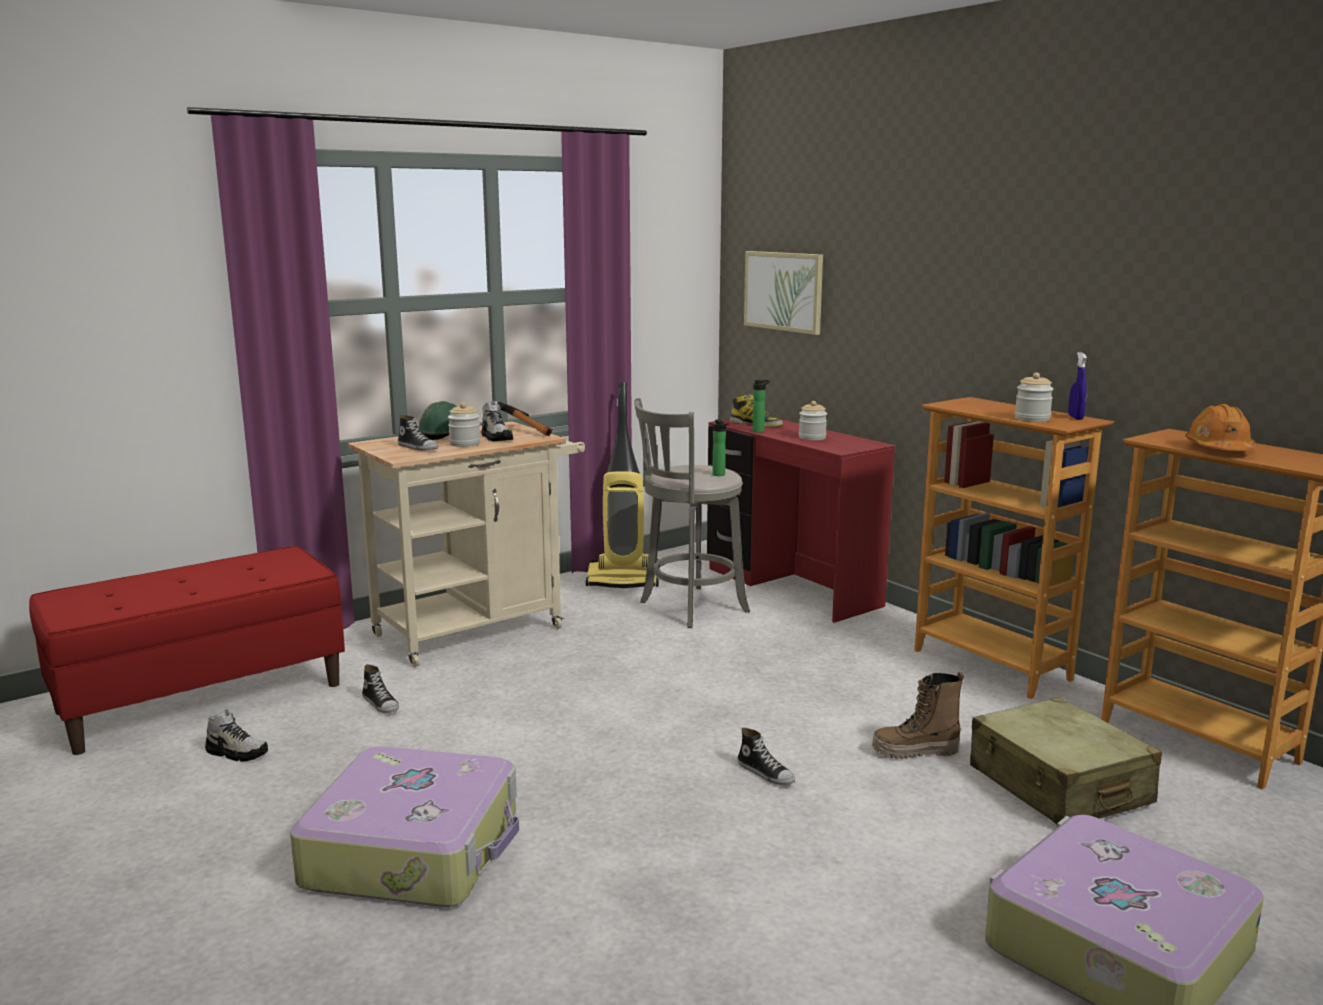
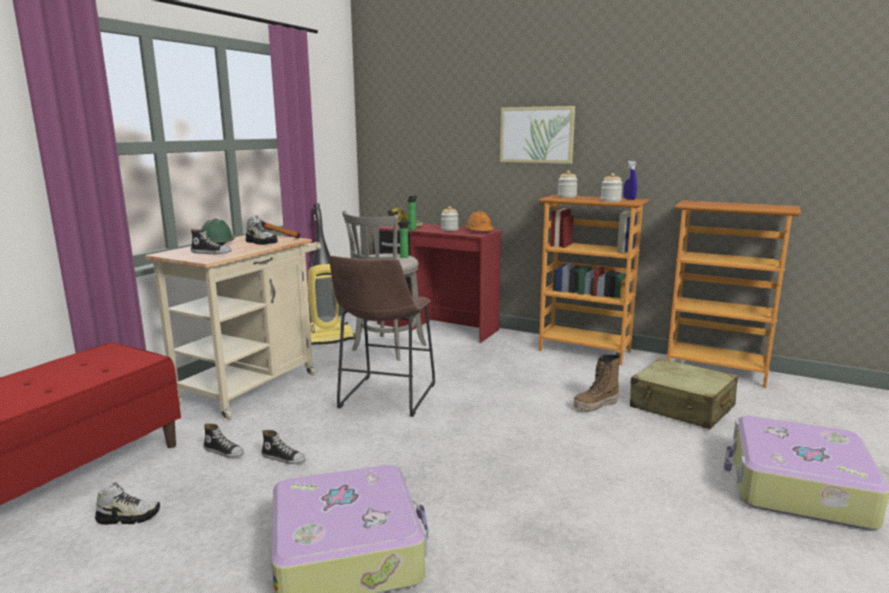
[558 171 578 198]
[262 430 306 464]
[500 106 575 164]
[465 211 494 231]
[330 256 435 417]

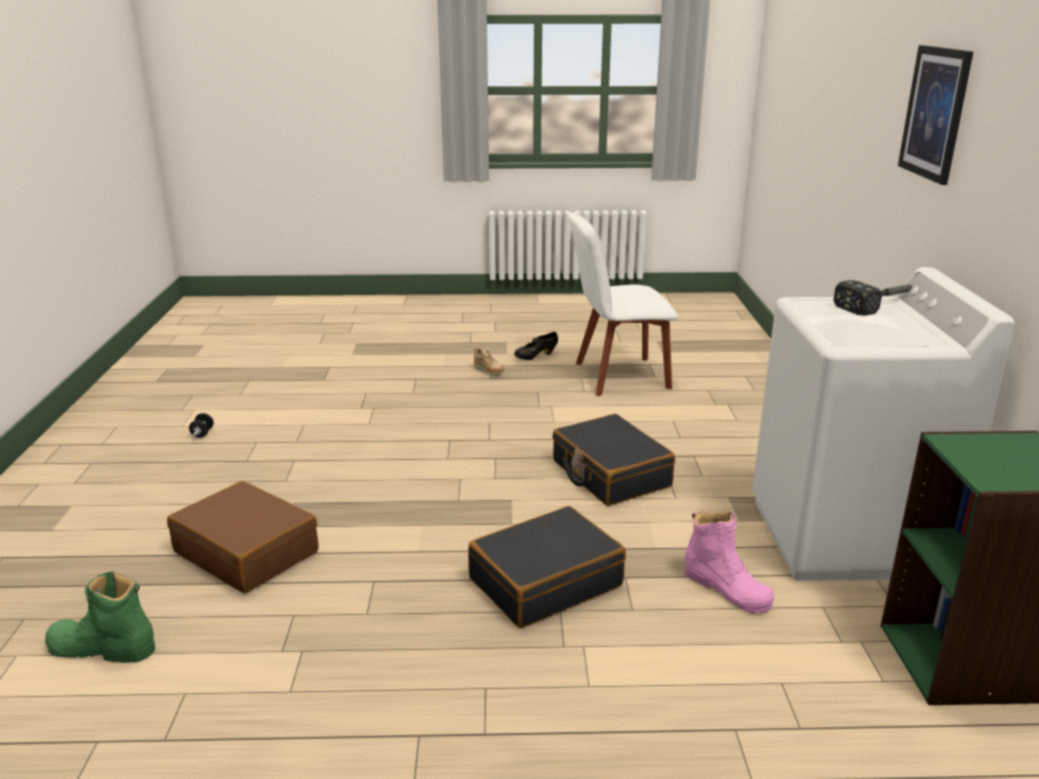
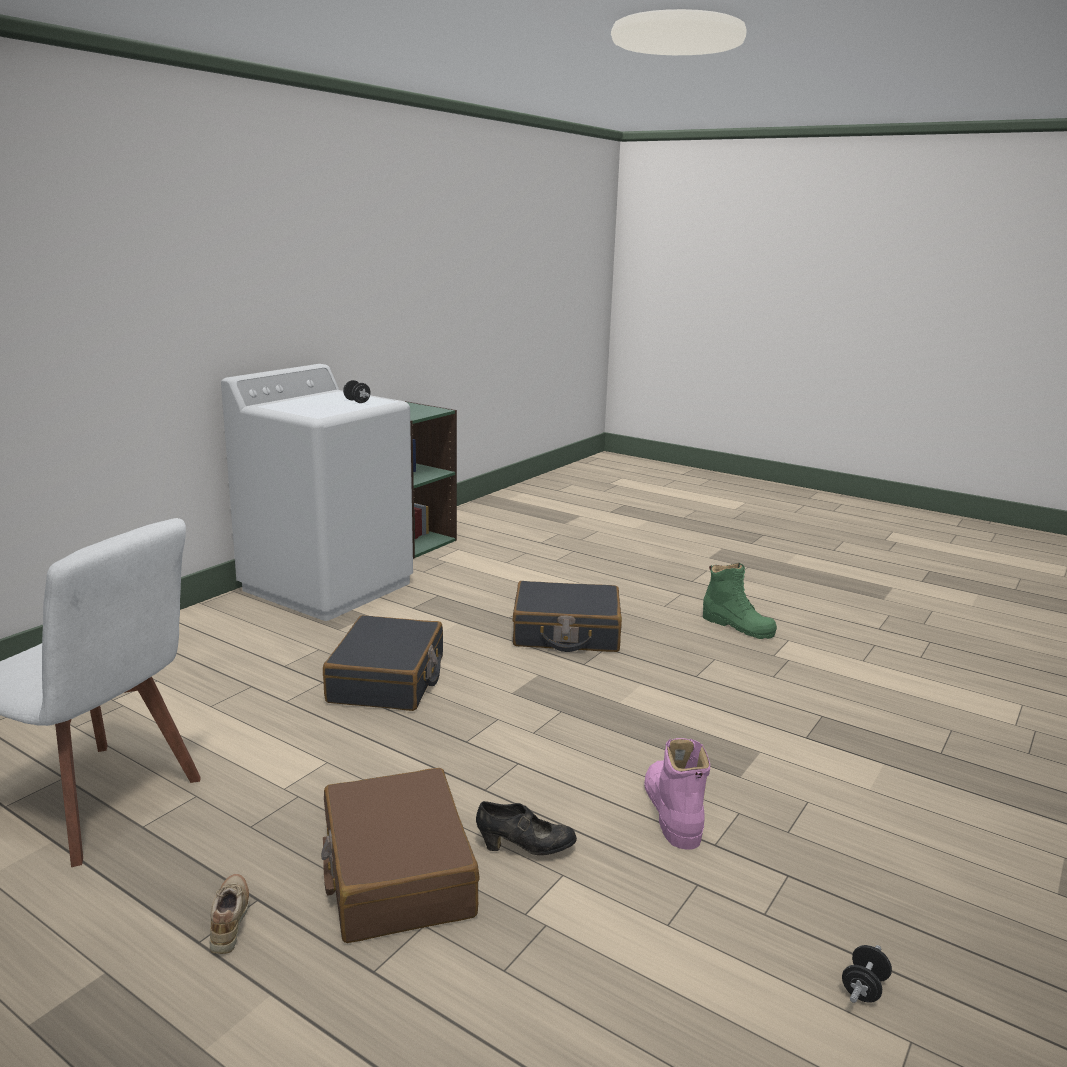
[703 563 777 639]
[321 768 479 943]
[476 801 577 855]
[644 738 710 850]
[834 280 912 316] (first image)
[898 45 973 185] (first image)
[343 380 371 403]

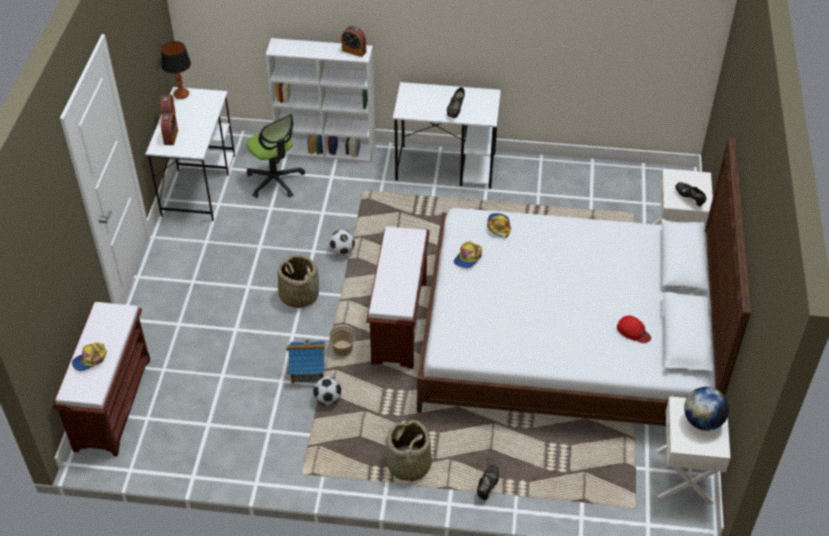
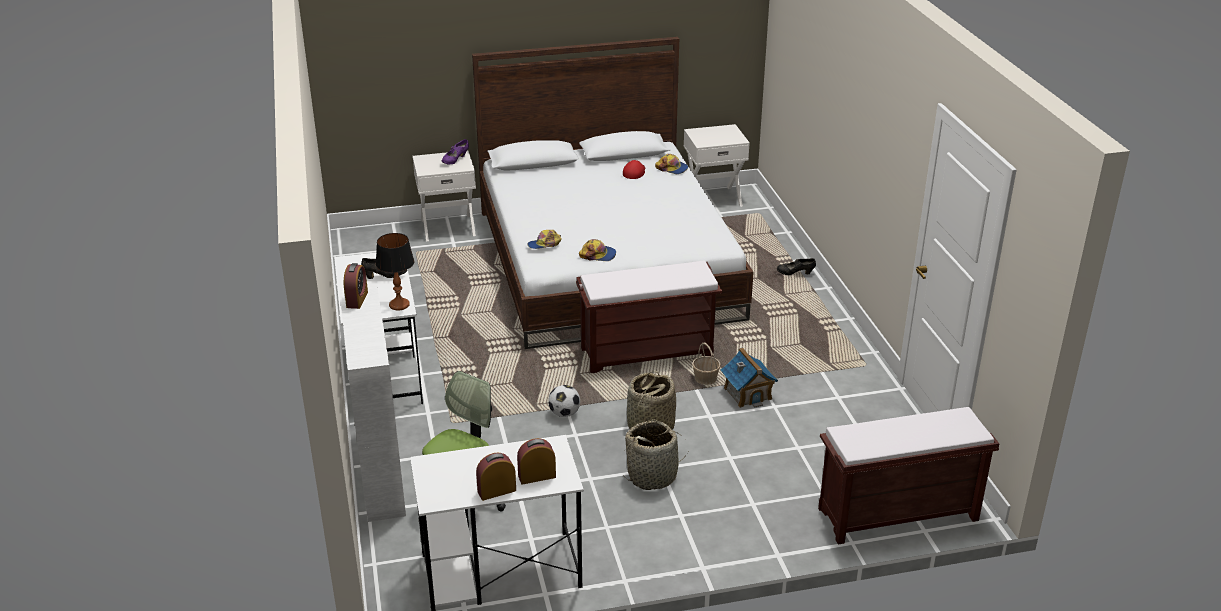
[655 154 688 174]
[375 233 414 310]
[313 377 342 405] (first image)
[623 419 688 490]
[442 139 469 164]
[684 387 729 431] (first image)

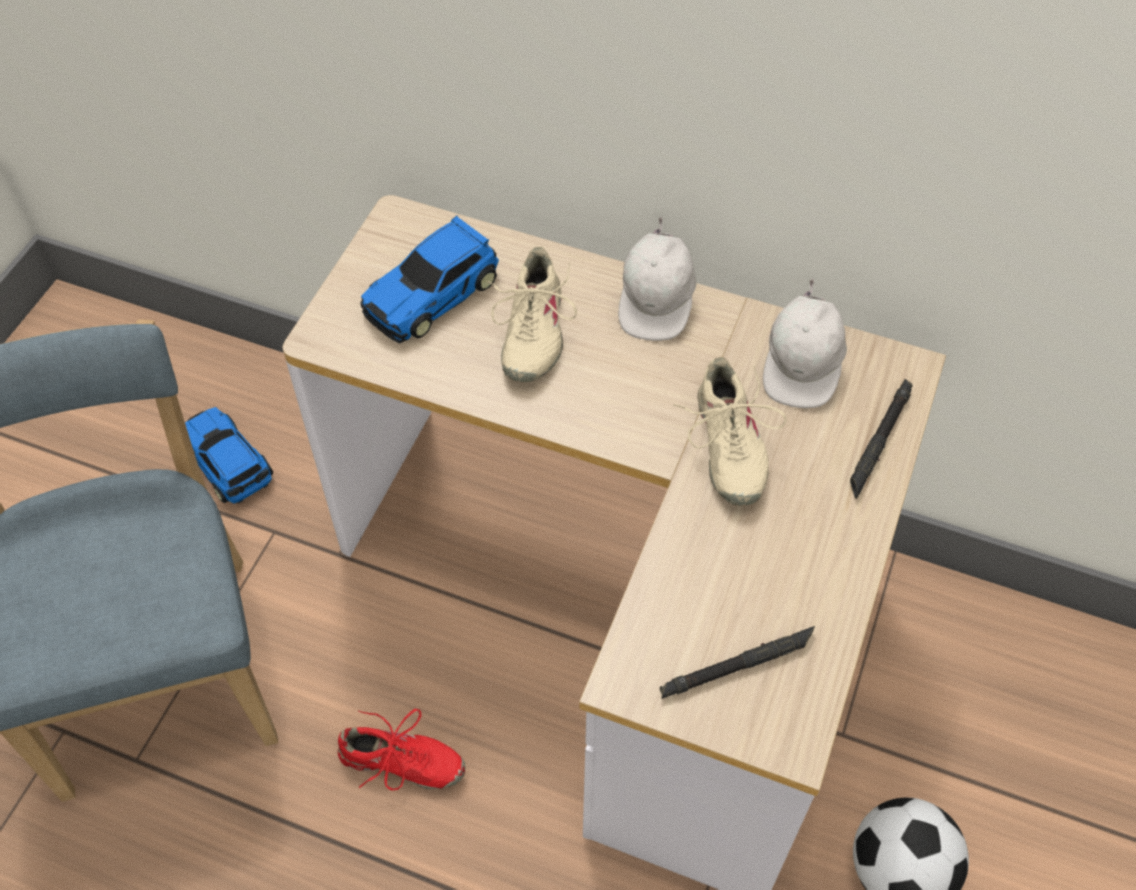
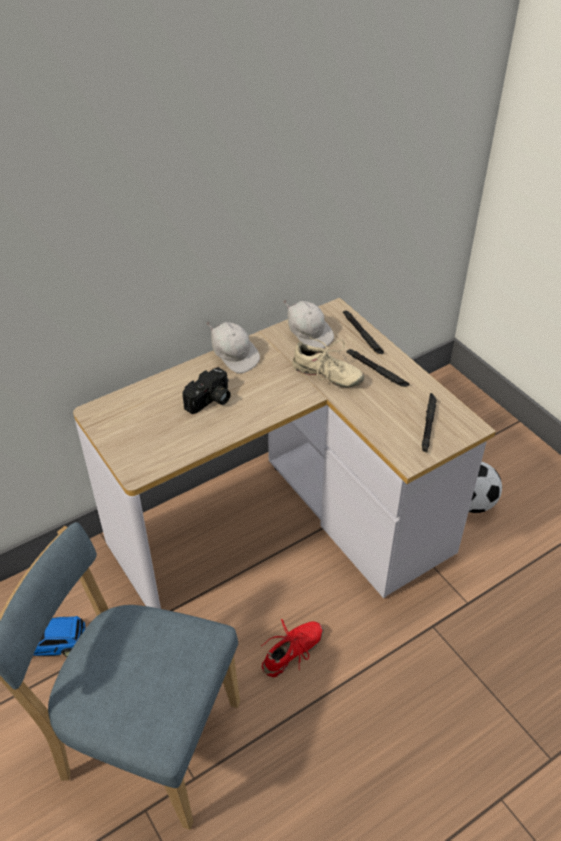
[360 216 499 344] (first image)
[182 367 231 414]
[346 349 409 387]

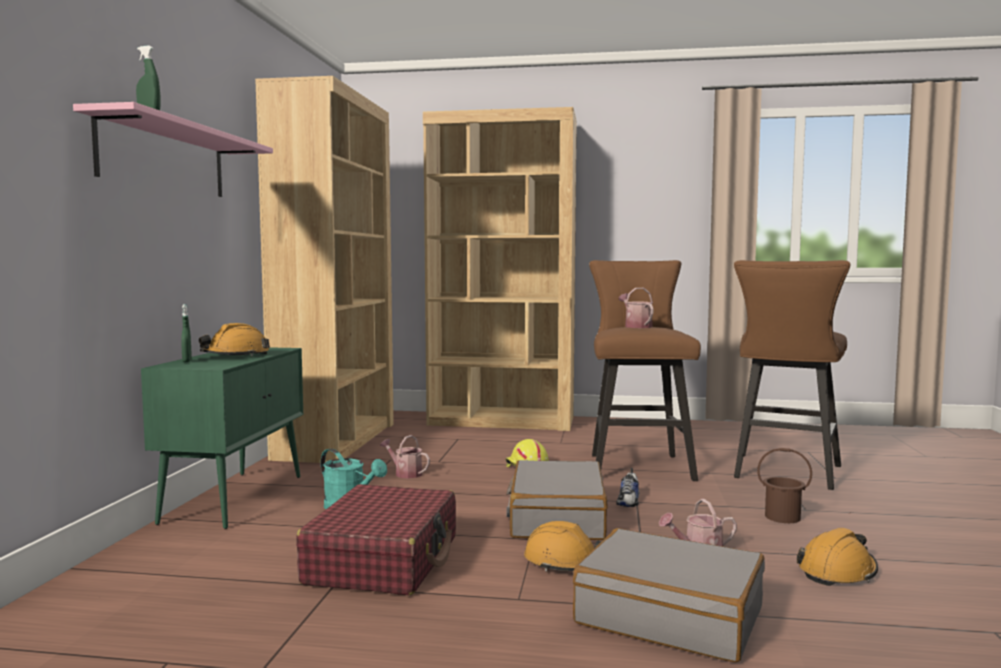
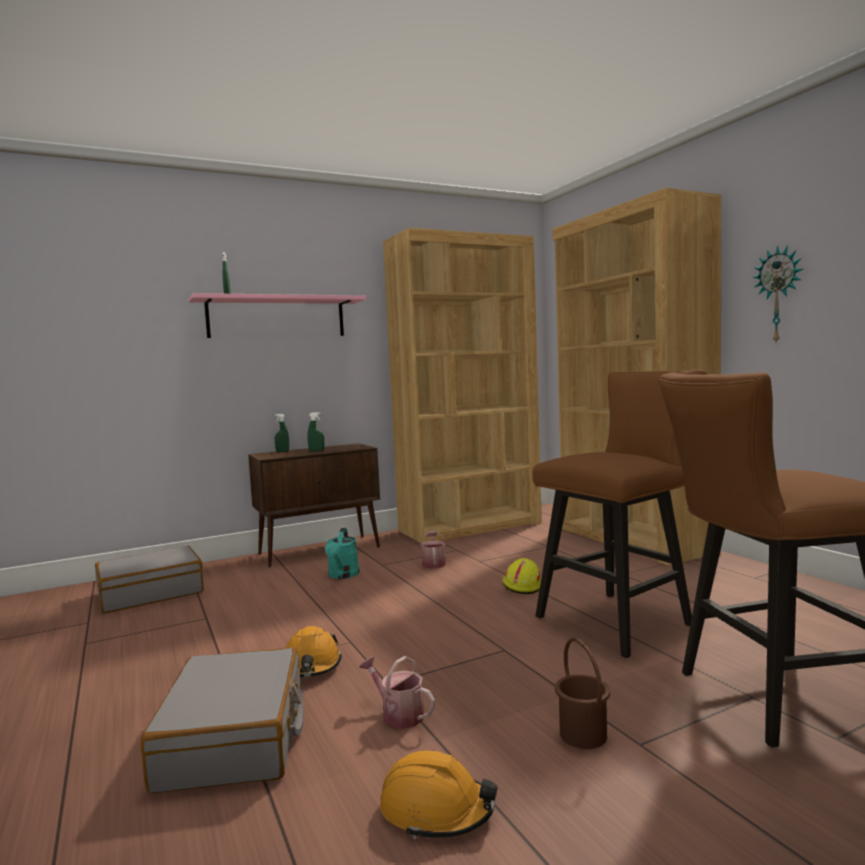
[248 443 380 567]
[307 412 324 451]
[296 484 456 595] (first image)
[95 546 203 614]
[616 468 639 507] (first image)
[619 288 654 328] (first image)
[752 245 803 345]

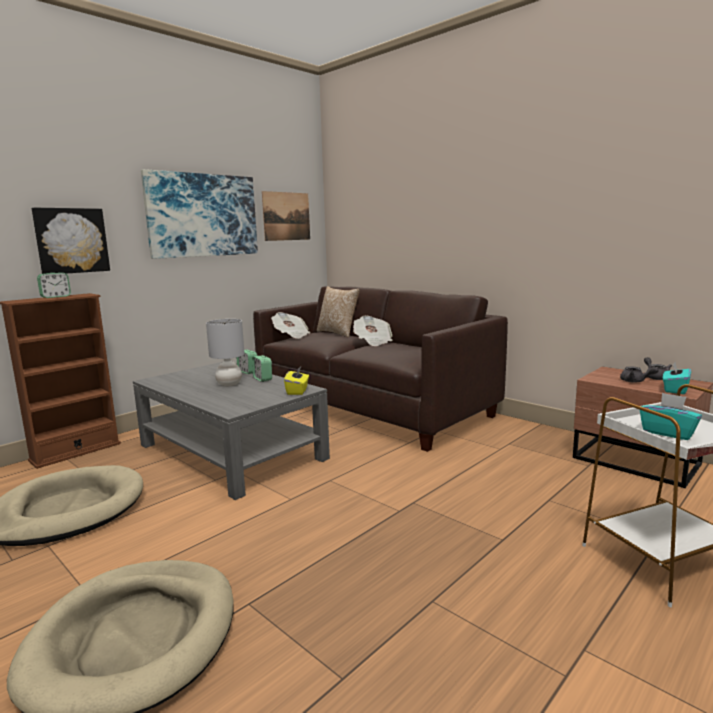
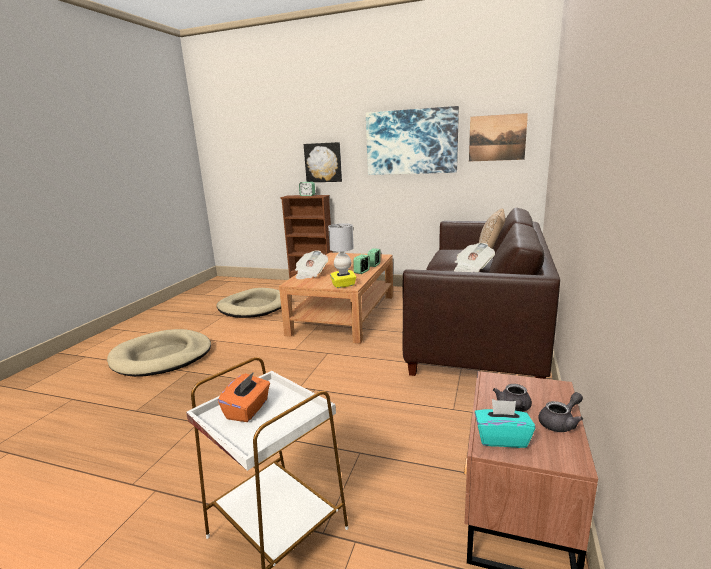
[279 253 393 344]
[295 250 328 279]
[218 372 270 422]

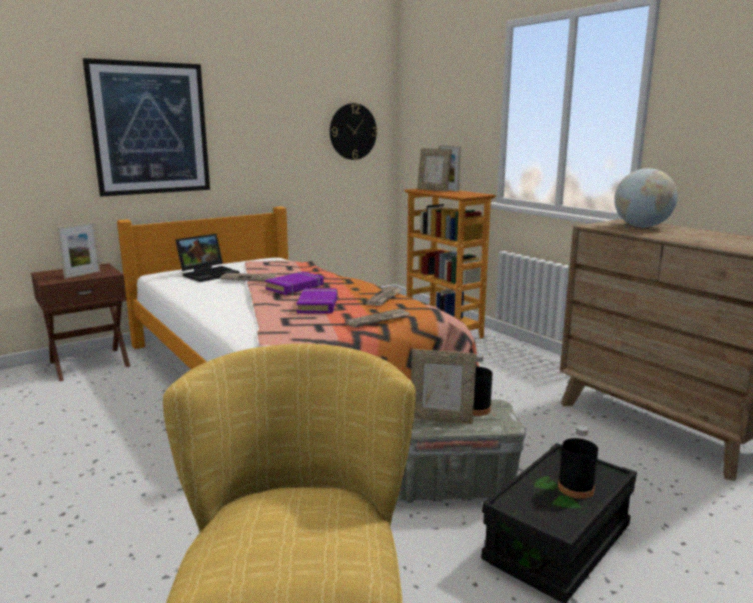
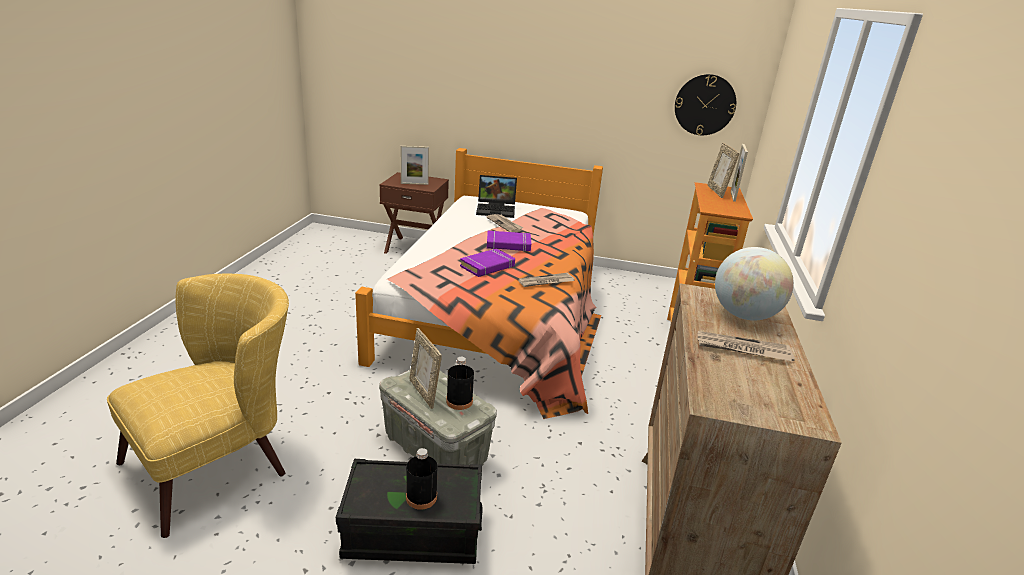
[83 58 210 197] (first image)
[698 331 795 361]

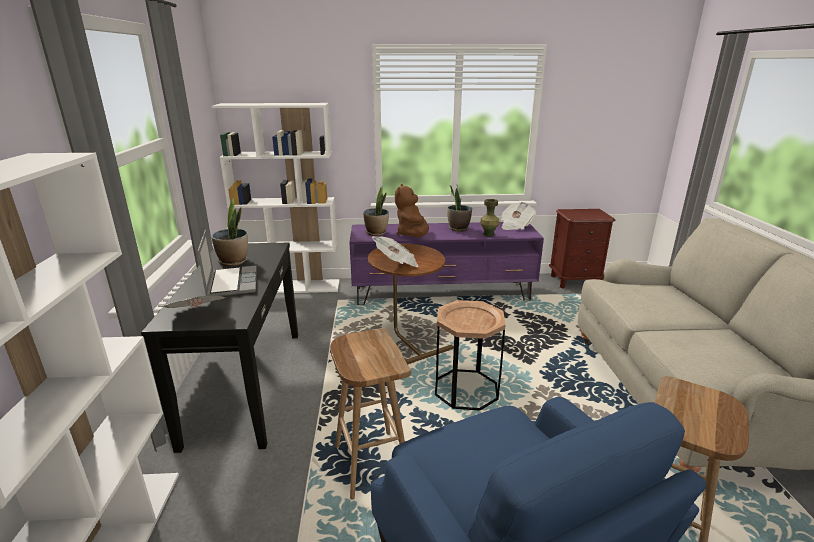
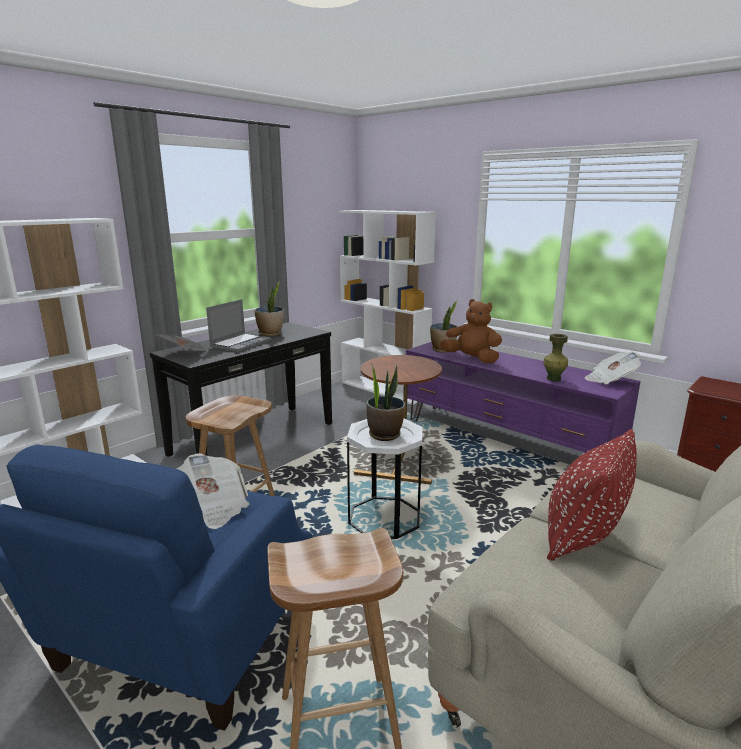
[176 453 250 529]
[440 299 502 363]
[347 419 423 539]
[366 364 405 441]
[547 429 637 562]

